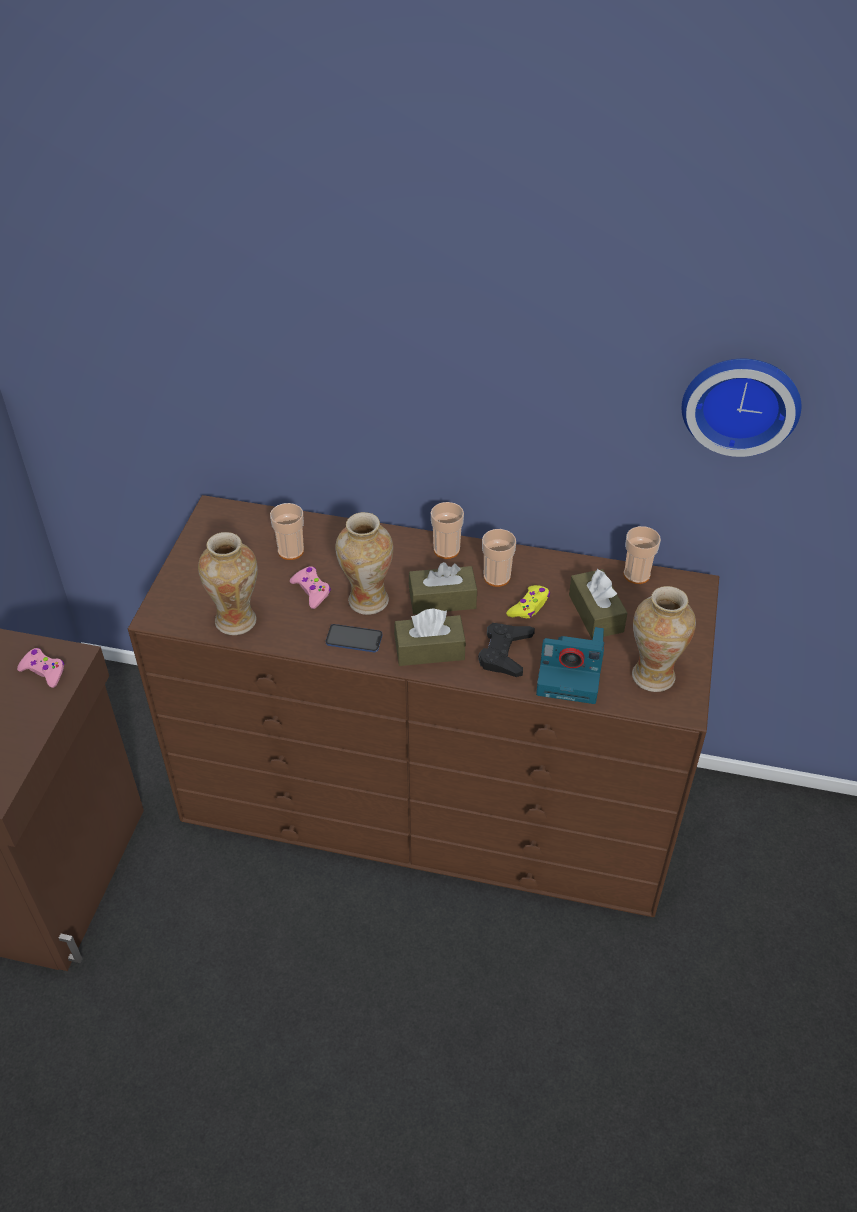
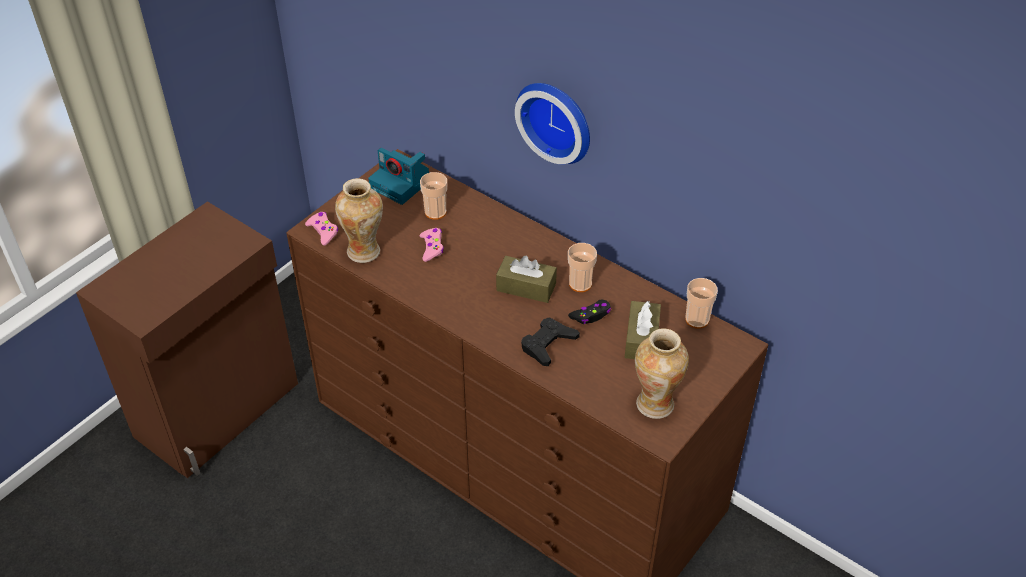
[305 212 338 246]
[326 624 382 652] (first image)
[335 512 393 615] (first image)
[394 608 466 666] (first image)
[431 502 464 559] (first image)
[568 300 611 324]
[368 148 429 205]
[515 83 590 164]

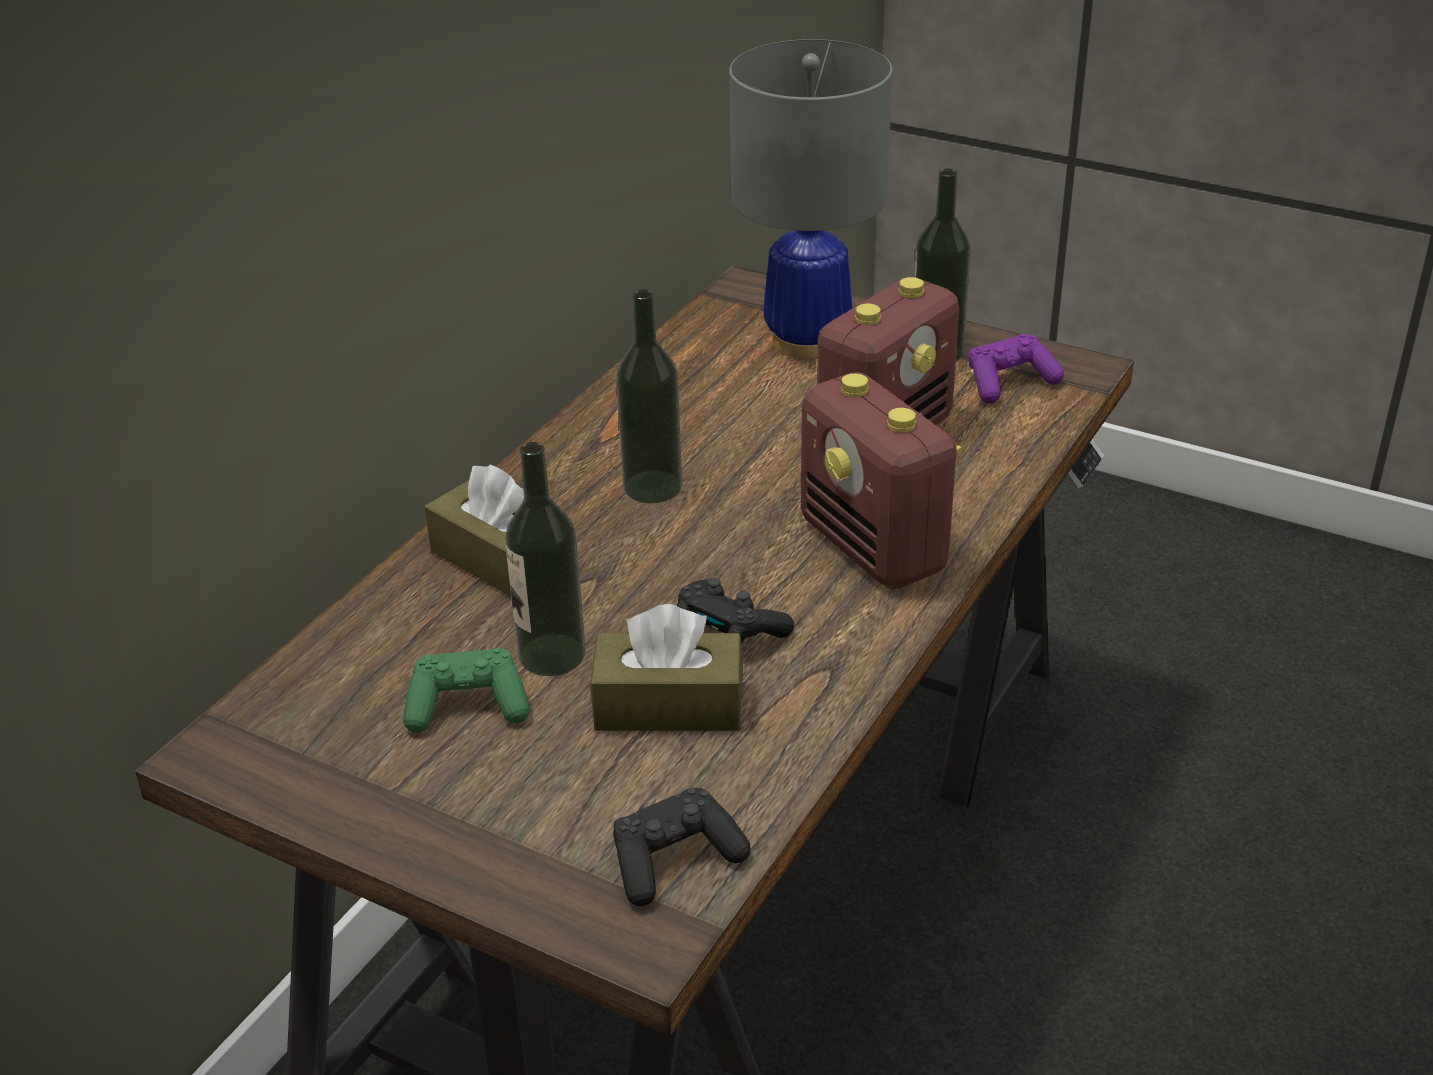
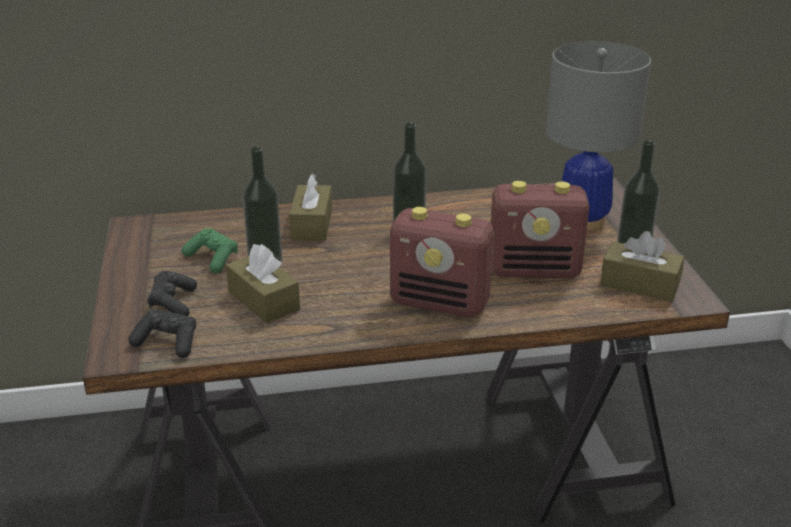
[147 270 197 316]
[390 207 494 317]
[600 231 684 301]

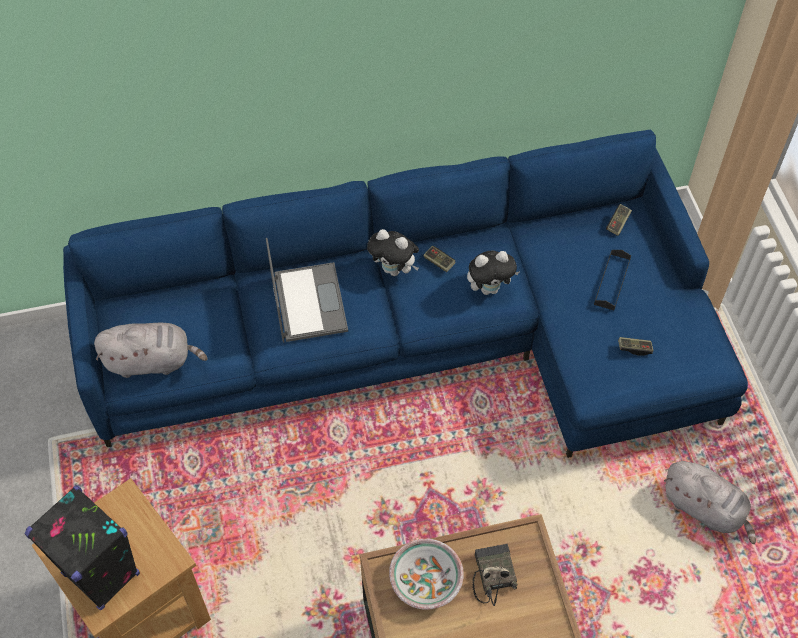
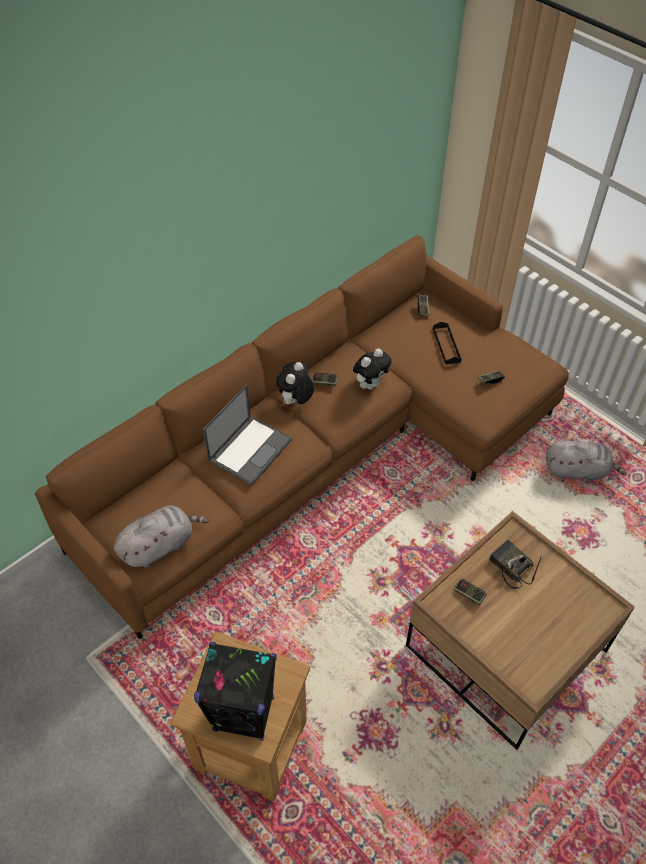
[35 235 569 640]
[203 384 292 486]
[276 362 314 405]
[454 579 487 605]

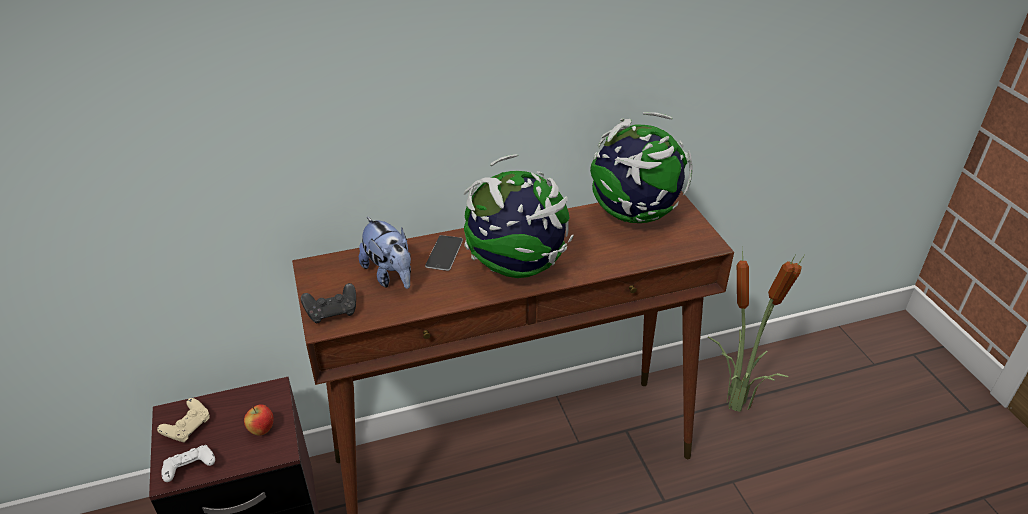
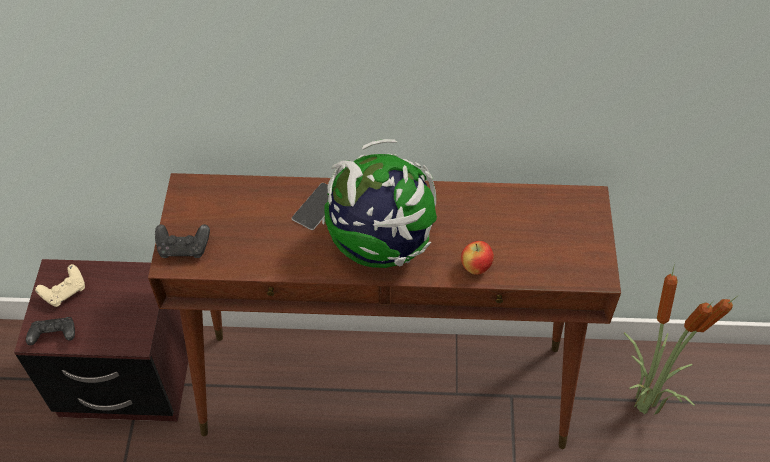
[26 317 75 345]
[461 241 494 275]
[359 217 411 289] (first image)
[590 112 693 223] (first image)

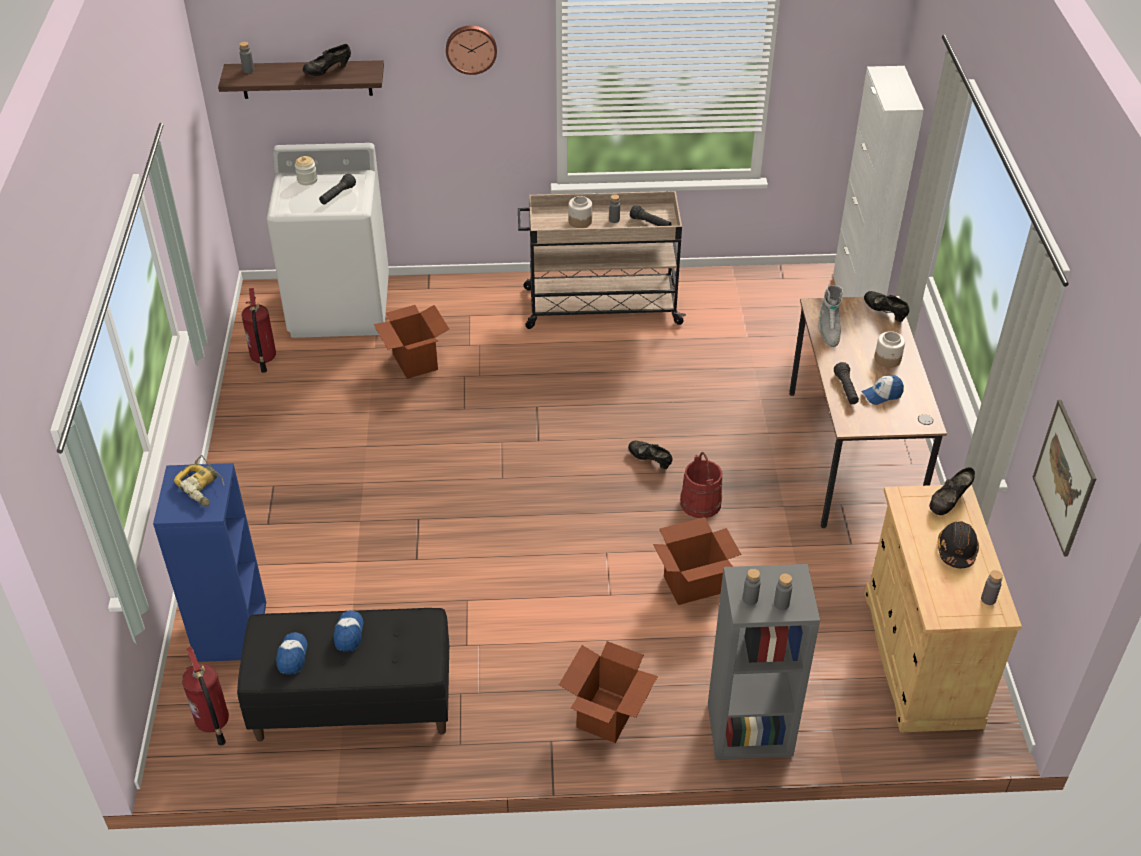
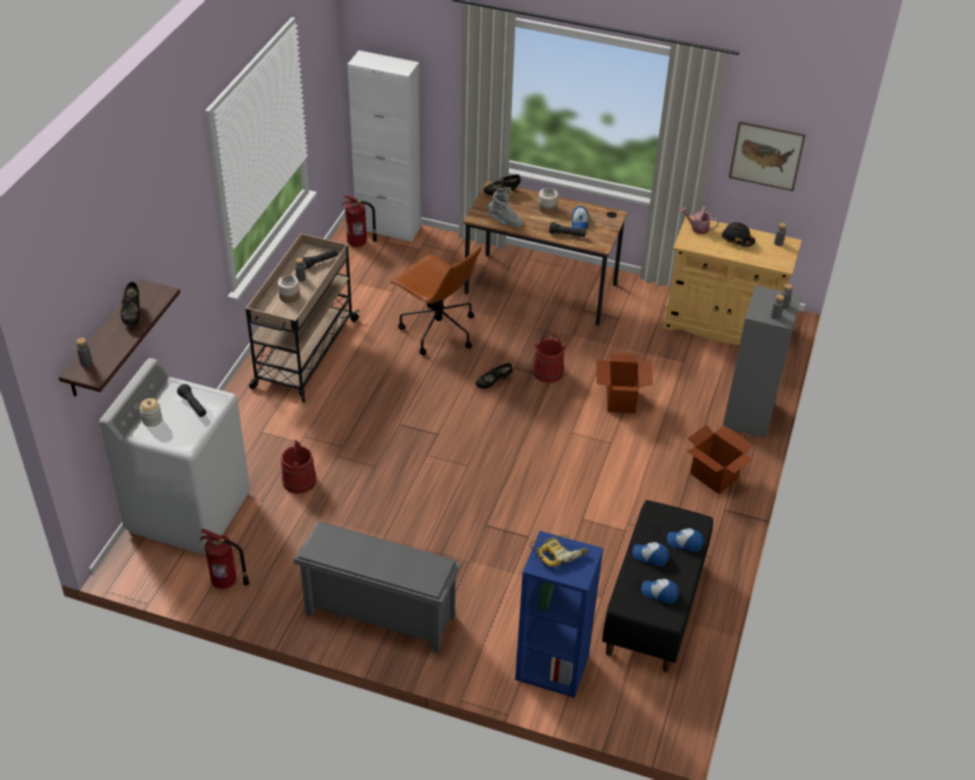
[341 195 377 247]
[281 439 316 494]
[446 25 497 75] (first image)
[679 207 719 234]
[294 521 461 654]
[389 246 481 355]
[667 528 704 552]

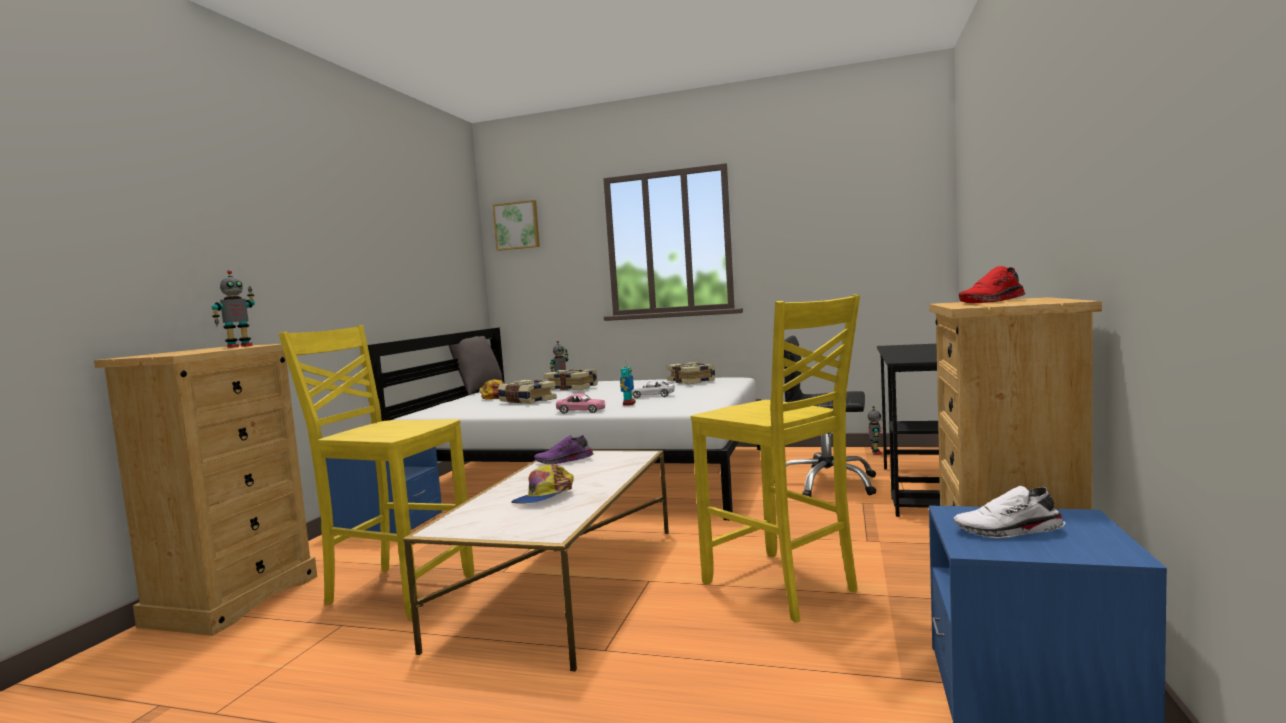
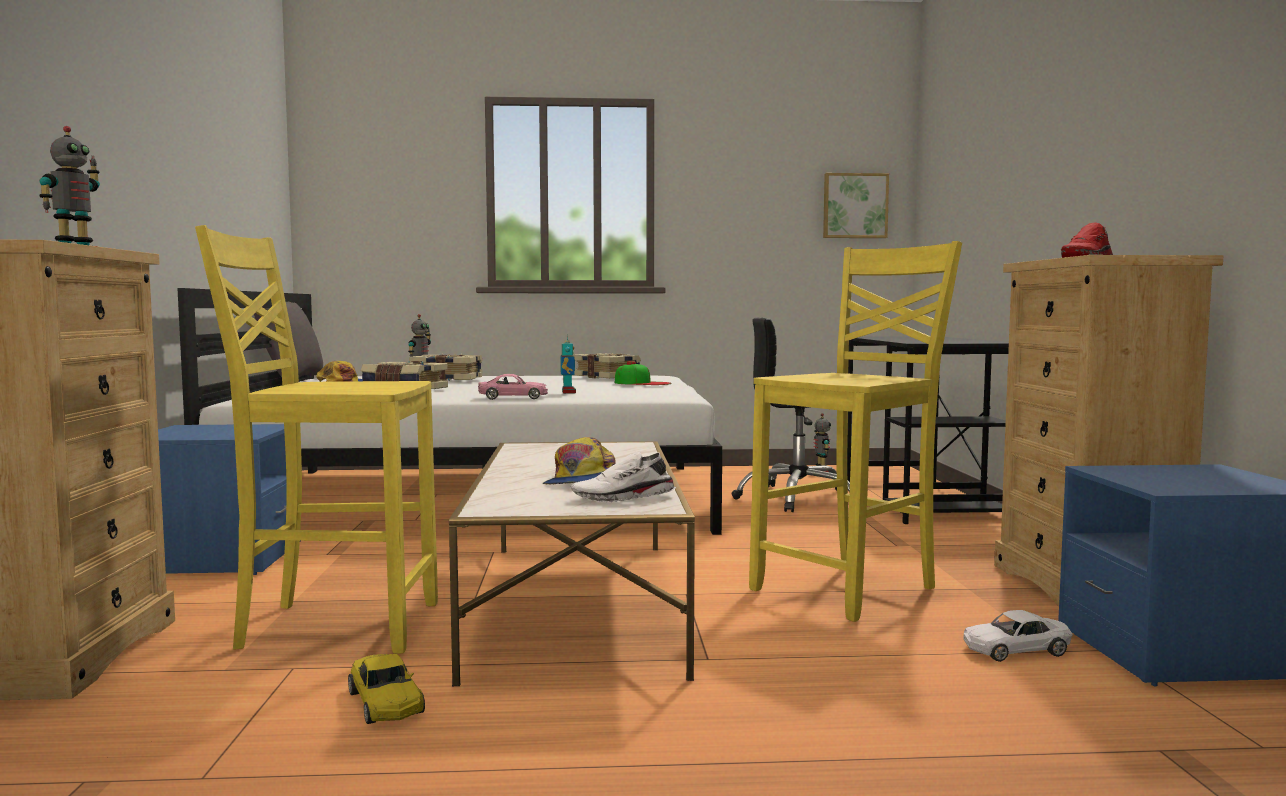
[823 173 889 238]
[534 435 594 464] (first image)
[963 610 1073 662]
[749 241 962 622]
[571 451 676 502]
[348 654 425 724]
[615 361 671 385]

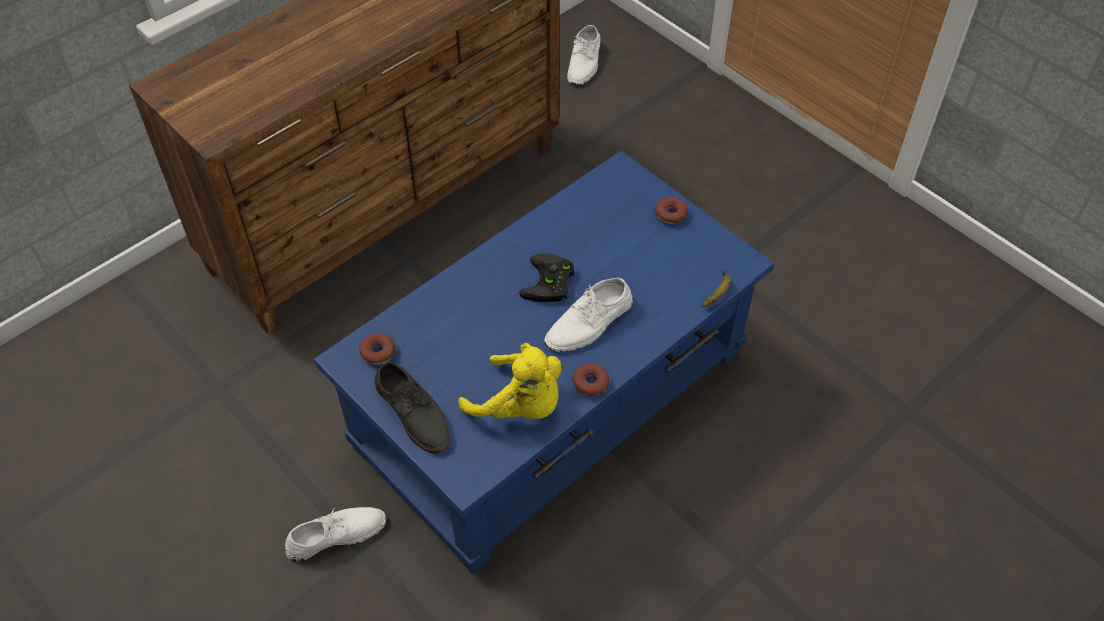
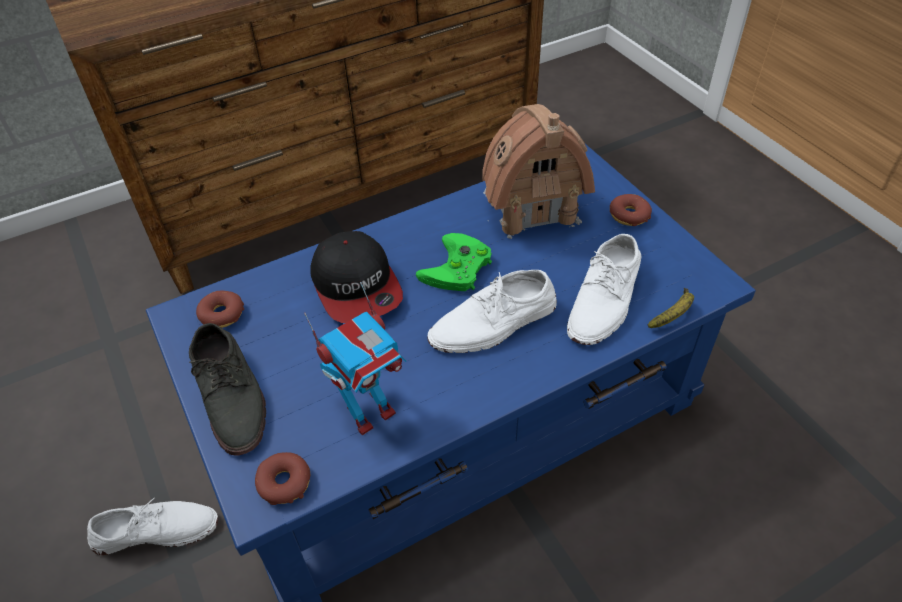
[304 282 406 435]
[416 233 492 291]
[567 234 641 345]
[255 452 310 505]
[310 231 403 323]
[482 104 595 239]

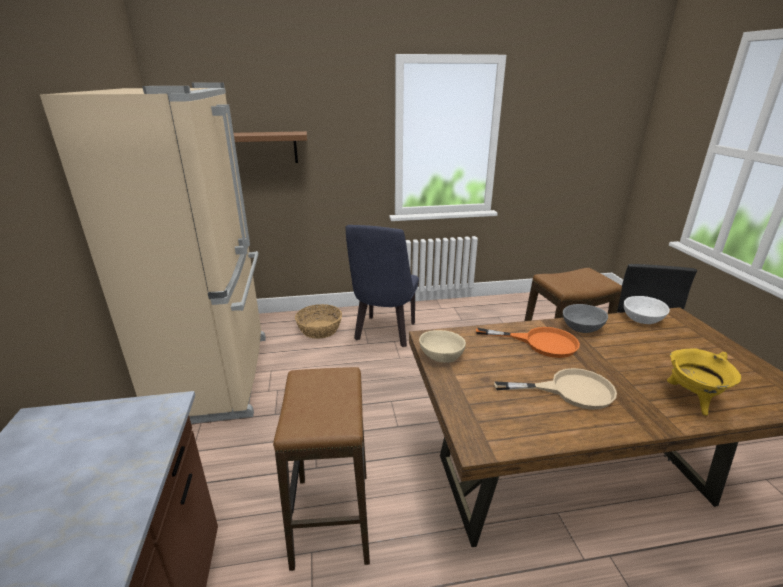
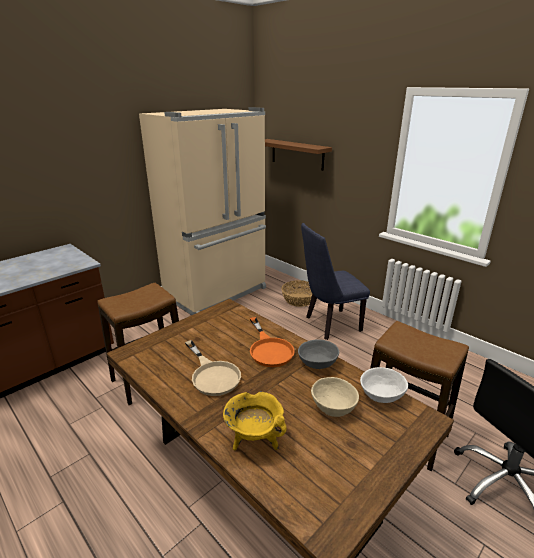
[311 377 359 417]

